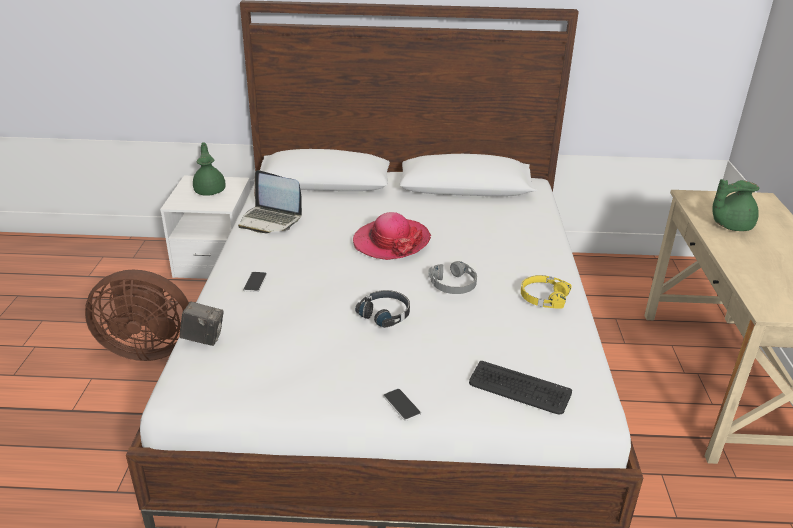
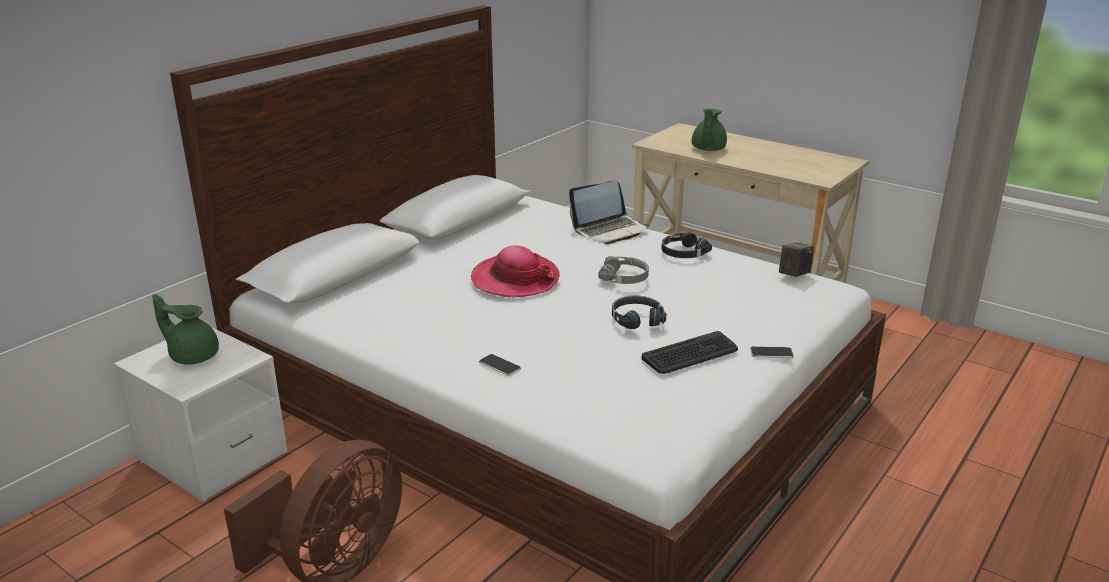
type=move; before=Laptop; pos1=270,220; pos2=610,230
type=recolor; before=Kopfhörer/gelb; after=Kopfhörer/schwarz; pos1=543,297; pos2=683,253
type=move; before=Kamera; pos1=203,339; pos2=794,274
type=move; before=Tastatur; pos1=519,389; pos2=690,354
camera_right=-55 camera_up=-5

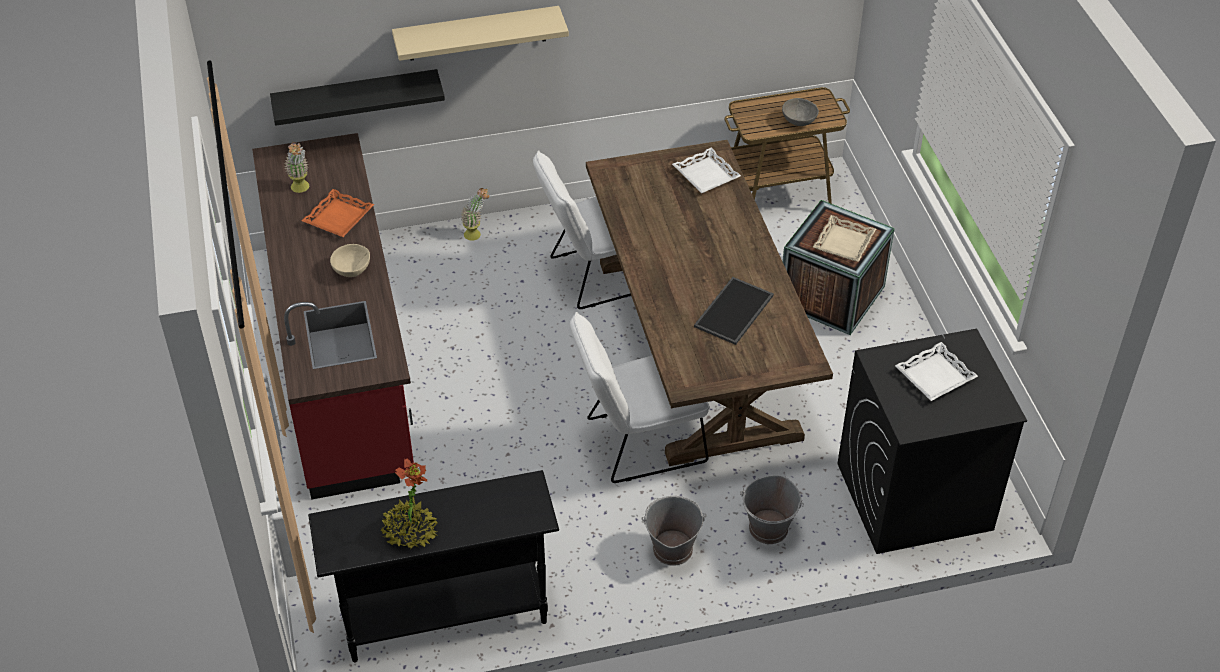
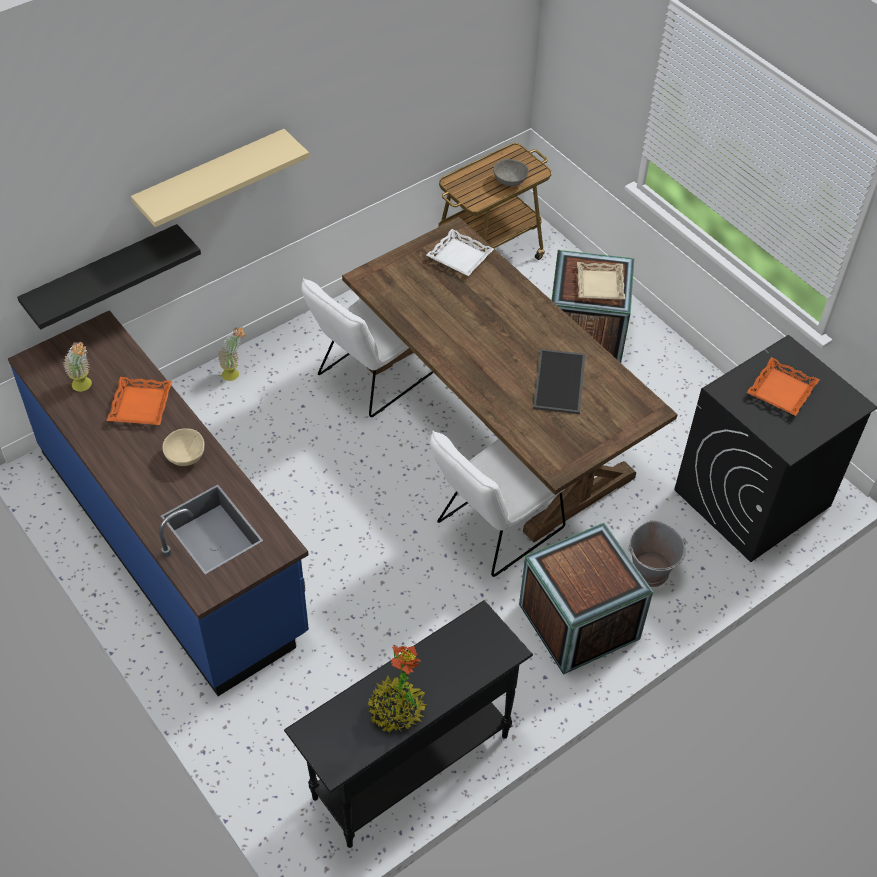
type=recolor; before=Küchenzeile/rot; after=Küchenzeile/blau; pos1=343,358; pos2=171,540
type=recolor; before=Tablett/weiß; after=Tablett/orange; pos1=935,376; pos2=782,391
type=replace; before=Eimer/grau; after=Kiste; pos1=672,549; pos2=579,621
camera_right=-25 camera_up=5

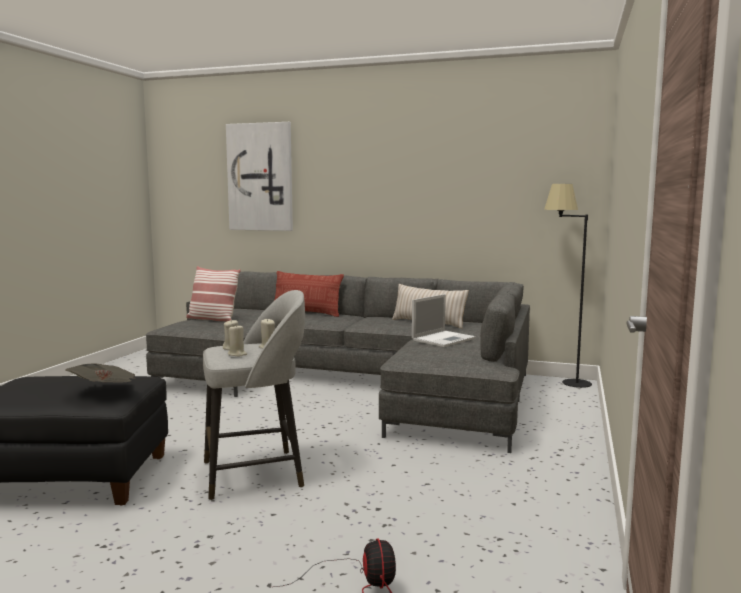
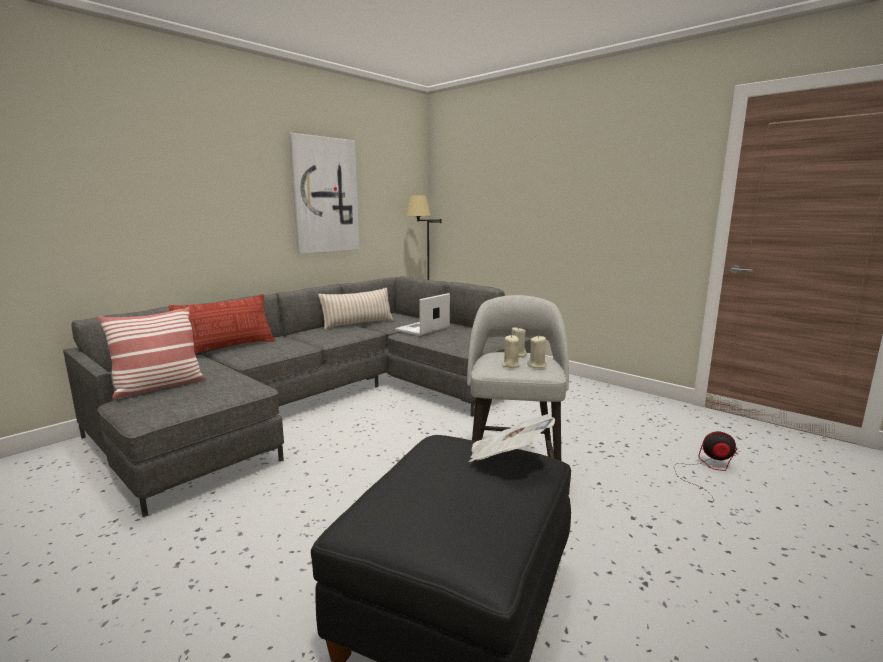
type=move; before=Bild; pos1=260,177; pos2=325,195
type=rotate; before=Laptop; pos1=444,339; pos2=422,329; turn=-120
camera_right=-65 camera_up=5

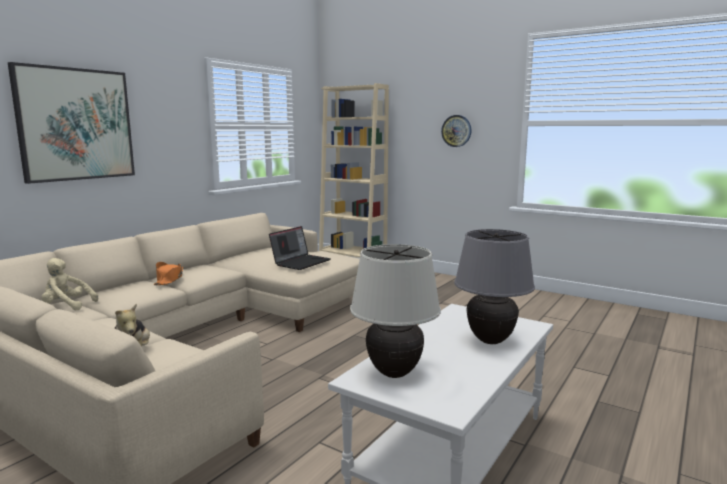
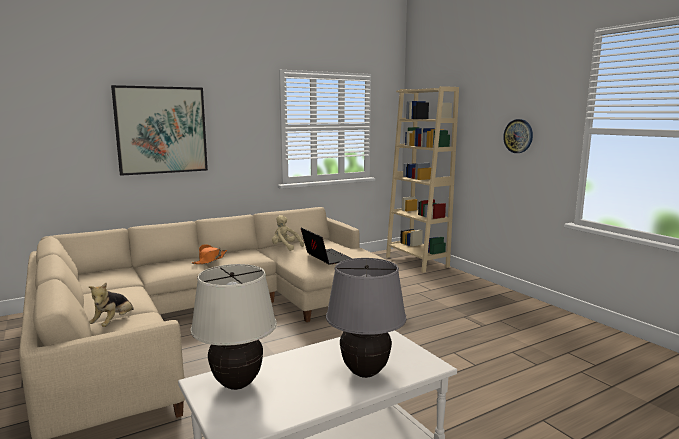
type=rotate; before=Laptop; pos1=301,262; pos2=325,257; turn=-90
type=move; before=Plüschtier/beige; pos1=67,306; pos2=285,247
camera_right=25 camera_up=0

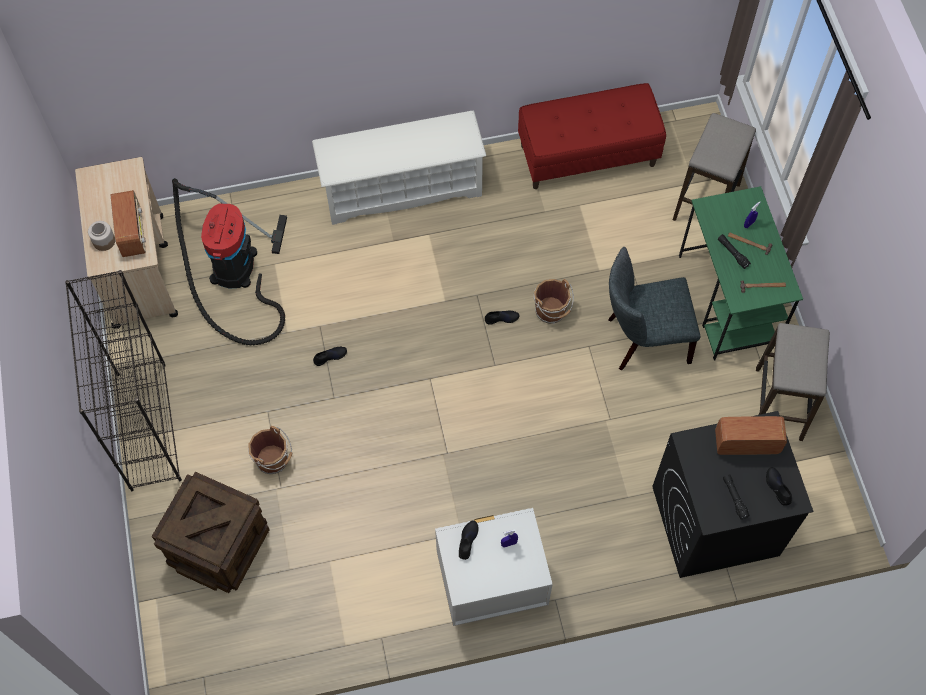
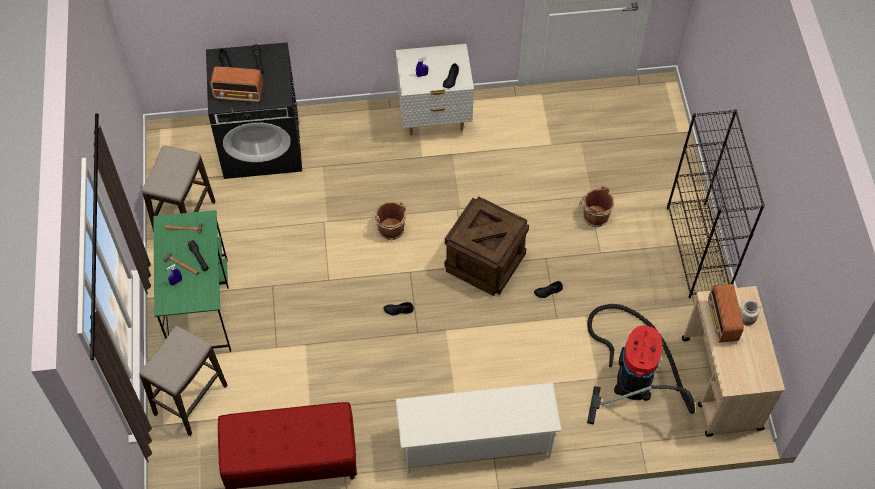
type=delete; before=Stuhl/grau; pos1=643,340
type=move; before=Eimer/braun; pos1=551,311; pos2=390,228
type=move; before=Kiste; pos1=217,545; pos2=485,260
camera_right=-175 camera_up=-5

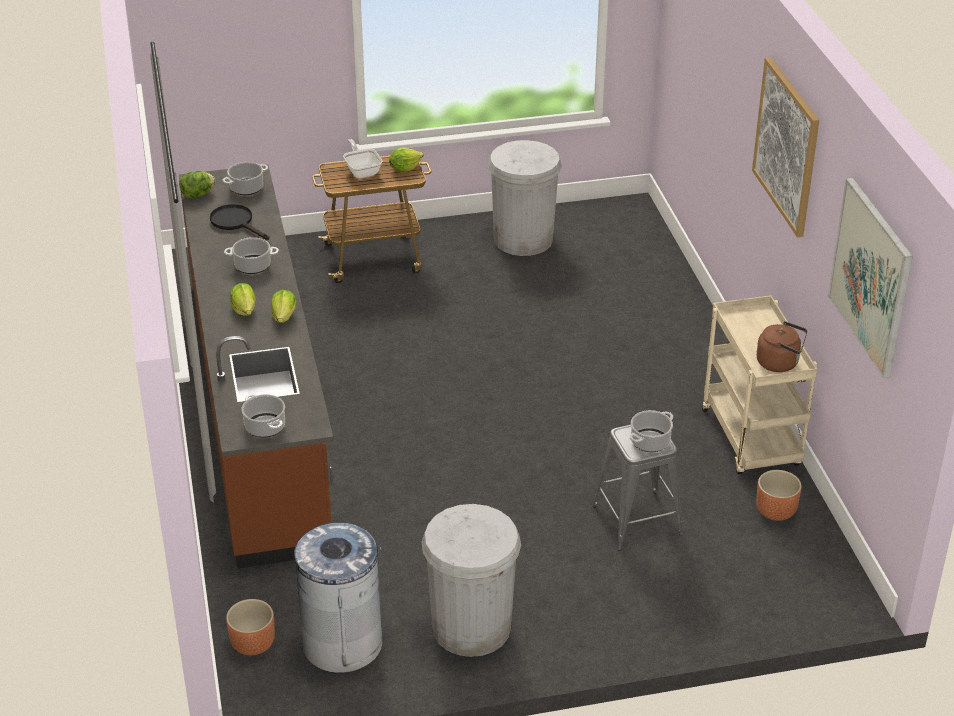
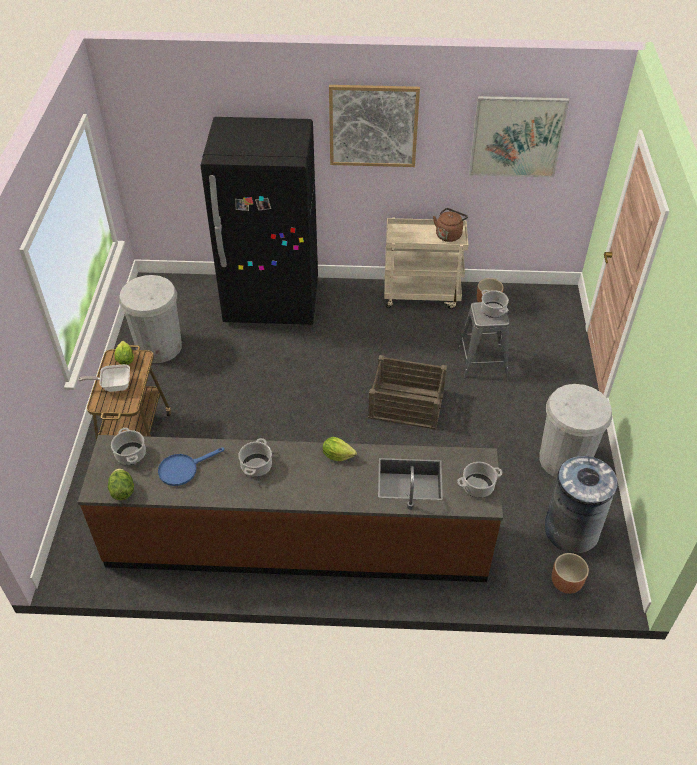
type=recolor; before=Pfanne/schwarz; after=Pfanne/blau; pos1=236,222; pos2=183,469
type=delete; before=Salatkopf; pos1=244,310
type=insert; after=Kühlschrank/schwarz; pos2=272,302
type=insert; after=Kiste; pos2=406,403
camera_right=-75 camera_up=10

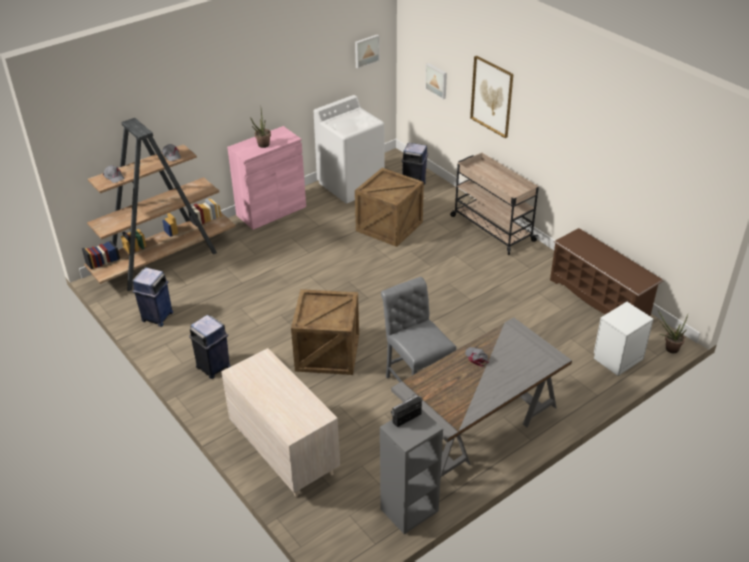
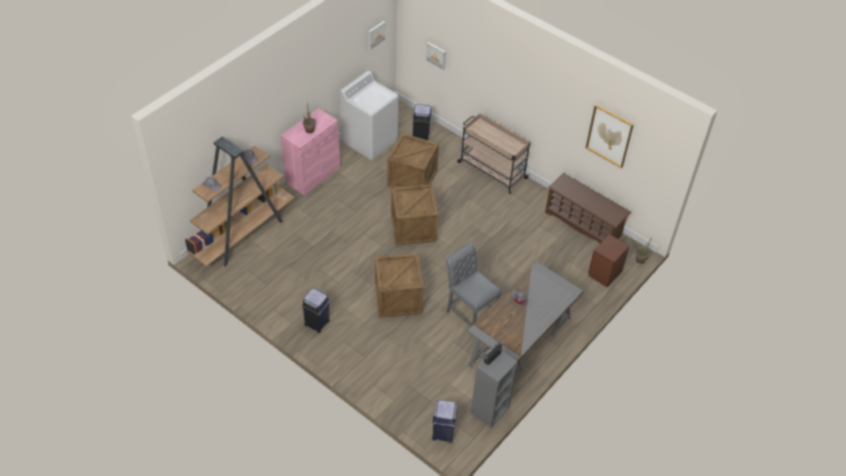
type=move; before=Bild; pos1=492,96; pos2=609,135
type=move; before=Mülleimer/blau; pos1=157,317; pos2=443,433
type=recolor; before=Nachttisch/weiß; after=Nachttisch/braun; pos1=617,358; pos2=604,273
type=delete; before=Kommode/beige; pos1=284,451
type=insert; after=Kiste; pos2=414,227
camera_right=-15 camera_up=10

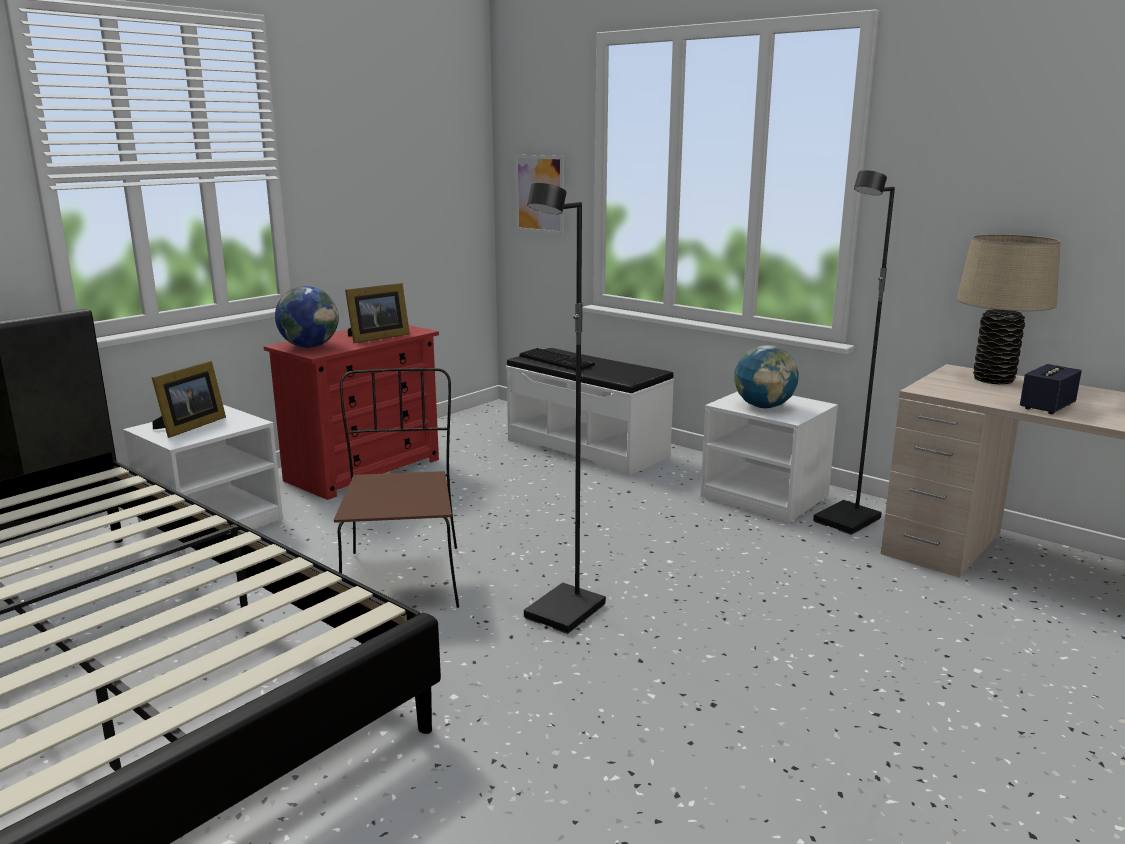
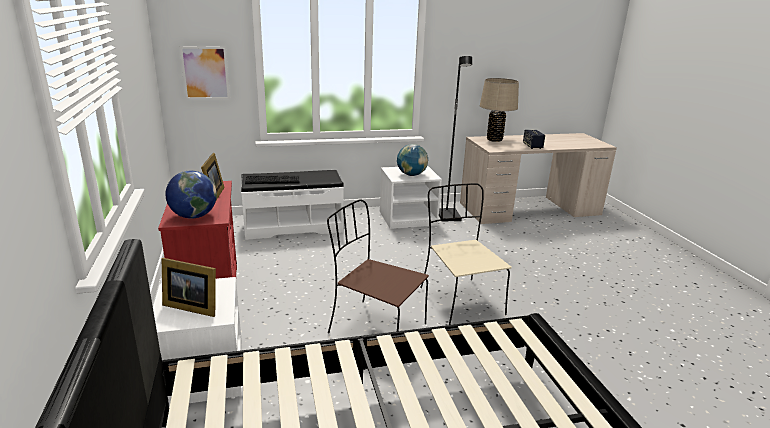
type=replace; before=Stehlampe/schwarz; after=Stuhl/beige; pos1=566,613; pos2=460,300
type=rotate; before=Bilderrahmen; pos1=189,426; pos2=191,306; turn=135
camera_right=-55 camera_up=5

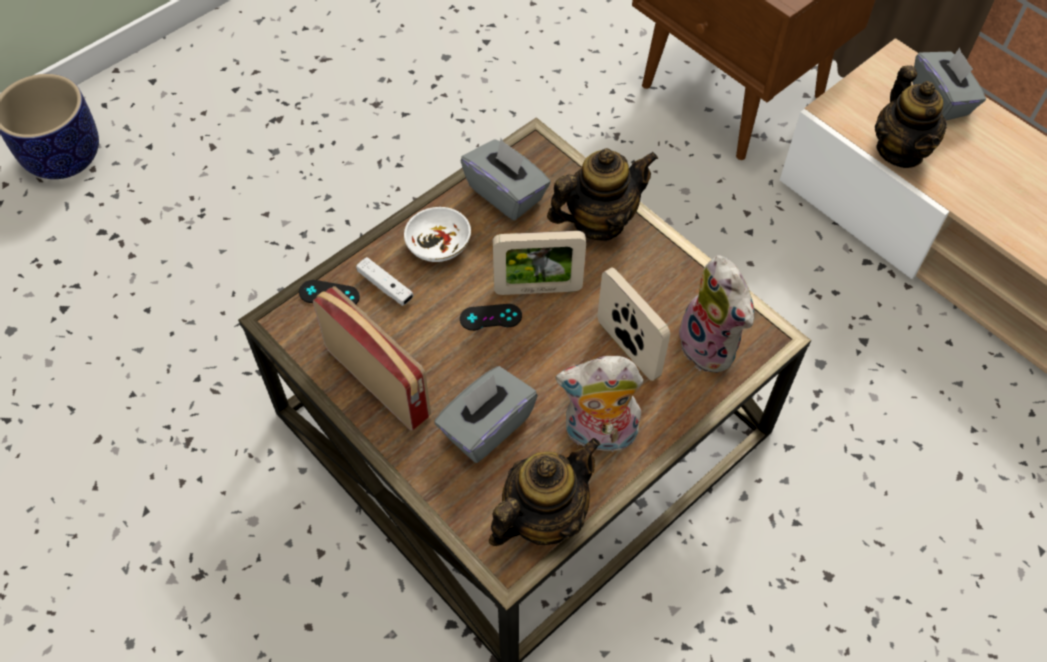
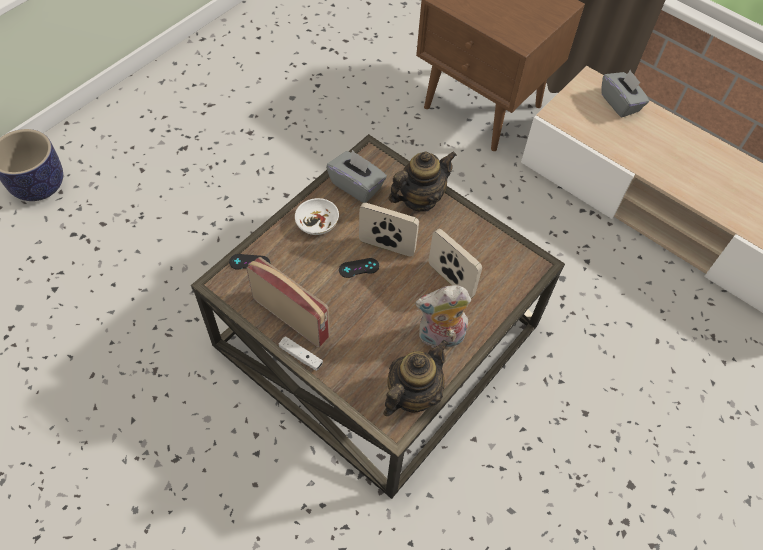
type=delete; before=Teekanne; pos1=900,150
type=rotate; before=Bilderrahmen; pos1=538,289; pos2=386,246; turn=-150
type=delete; before=Plüschtier; pos1=712,346
type=move; before=Gamepad/weiß; pos1=385,286; pos2=301,356
type=delete; before=Taschentuchbox/grau; pos1=486,426
camera_right=-10 camera_up=0

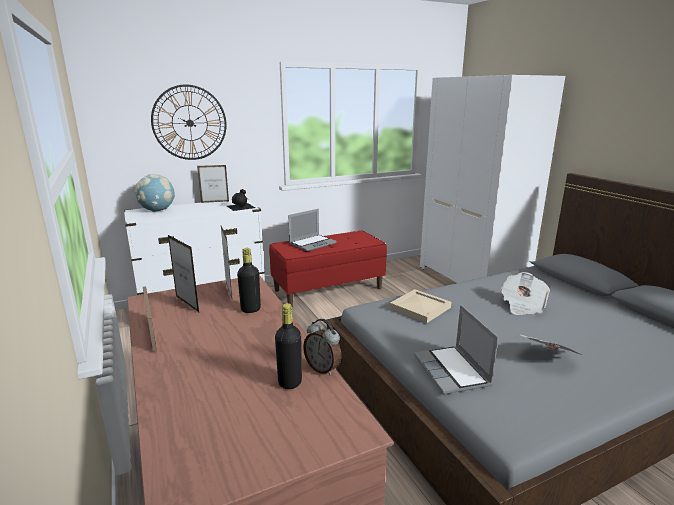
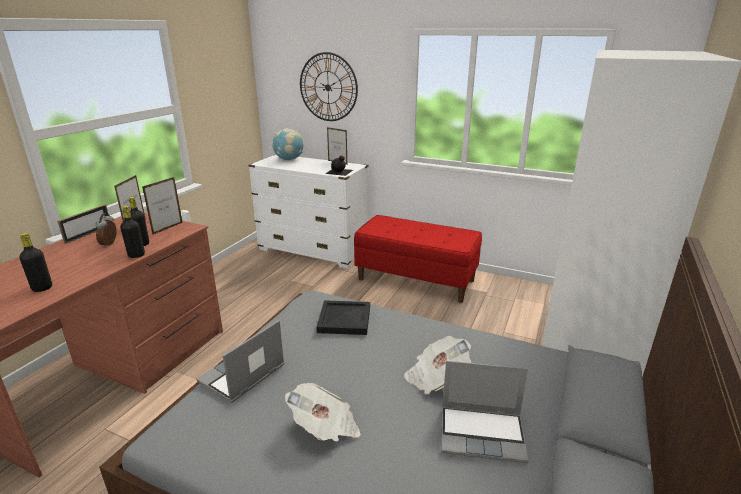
type=move; before=Laptop; pos1=312,243; pos2=483,433
type=recolor; before=Tablett/beige; after=Tablett/schwarz; pos1=420,307; pos2=345,319
type=move; before=Wecker; pos1=323,368; pos2=110,244
type=insert; after=Flasche/schwarz; pos2=136,255
camera_right=50 camera_up=5

